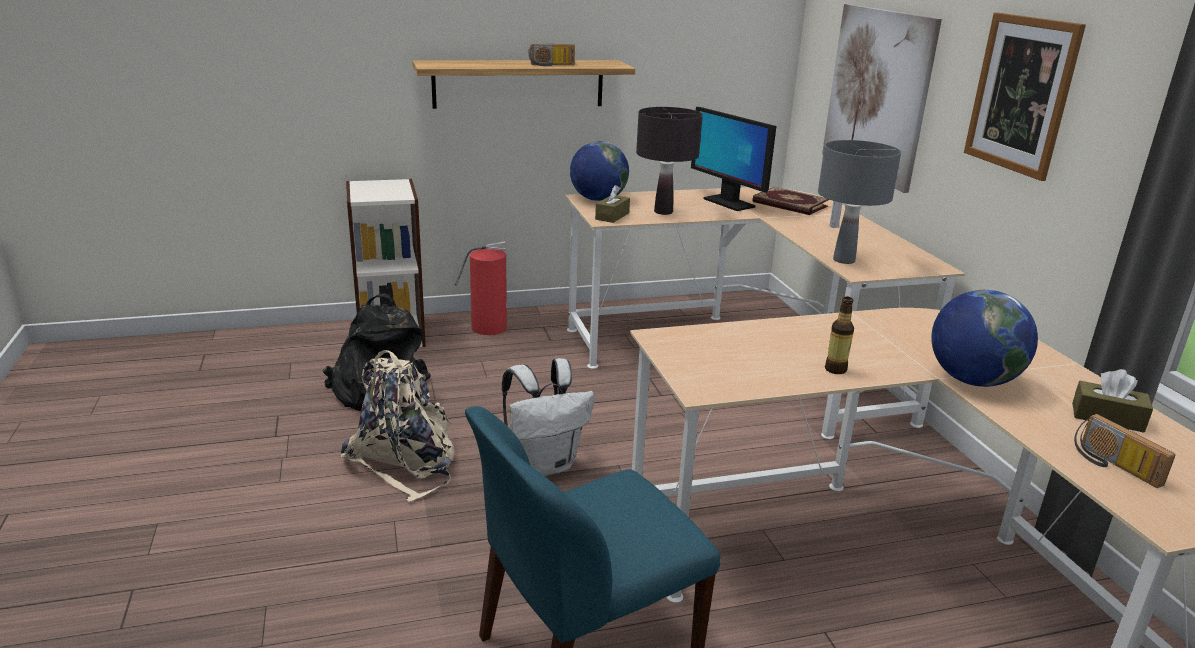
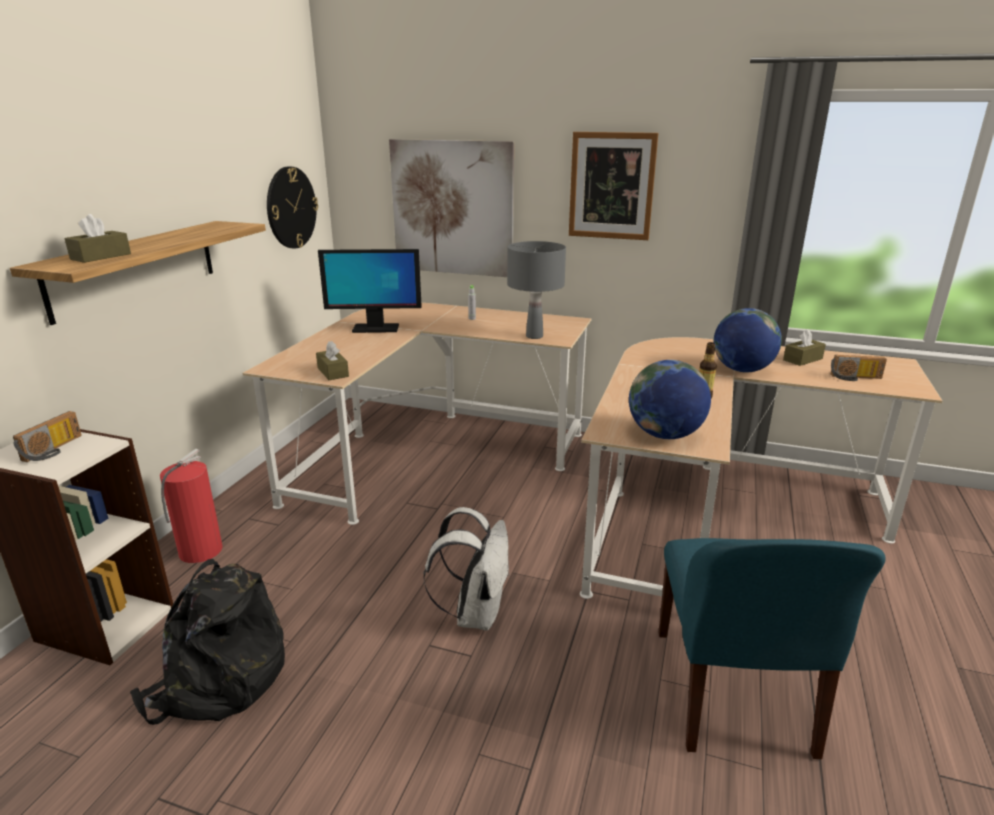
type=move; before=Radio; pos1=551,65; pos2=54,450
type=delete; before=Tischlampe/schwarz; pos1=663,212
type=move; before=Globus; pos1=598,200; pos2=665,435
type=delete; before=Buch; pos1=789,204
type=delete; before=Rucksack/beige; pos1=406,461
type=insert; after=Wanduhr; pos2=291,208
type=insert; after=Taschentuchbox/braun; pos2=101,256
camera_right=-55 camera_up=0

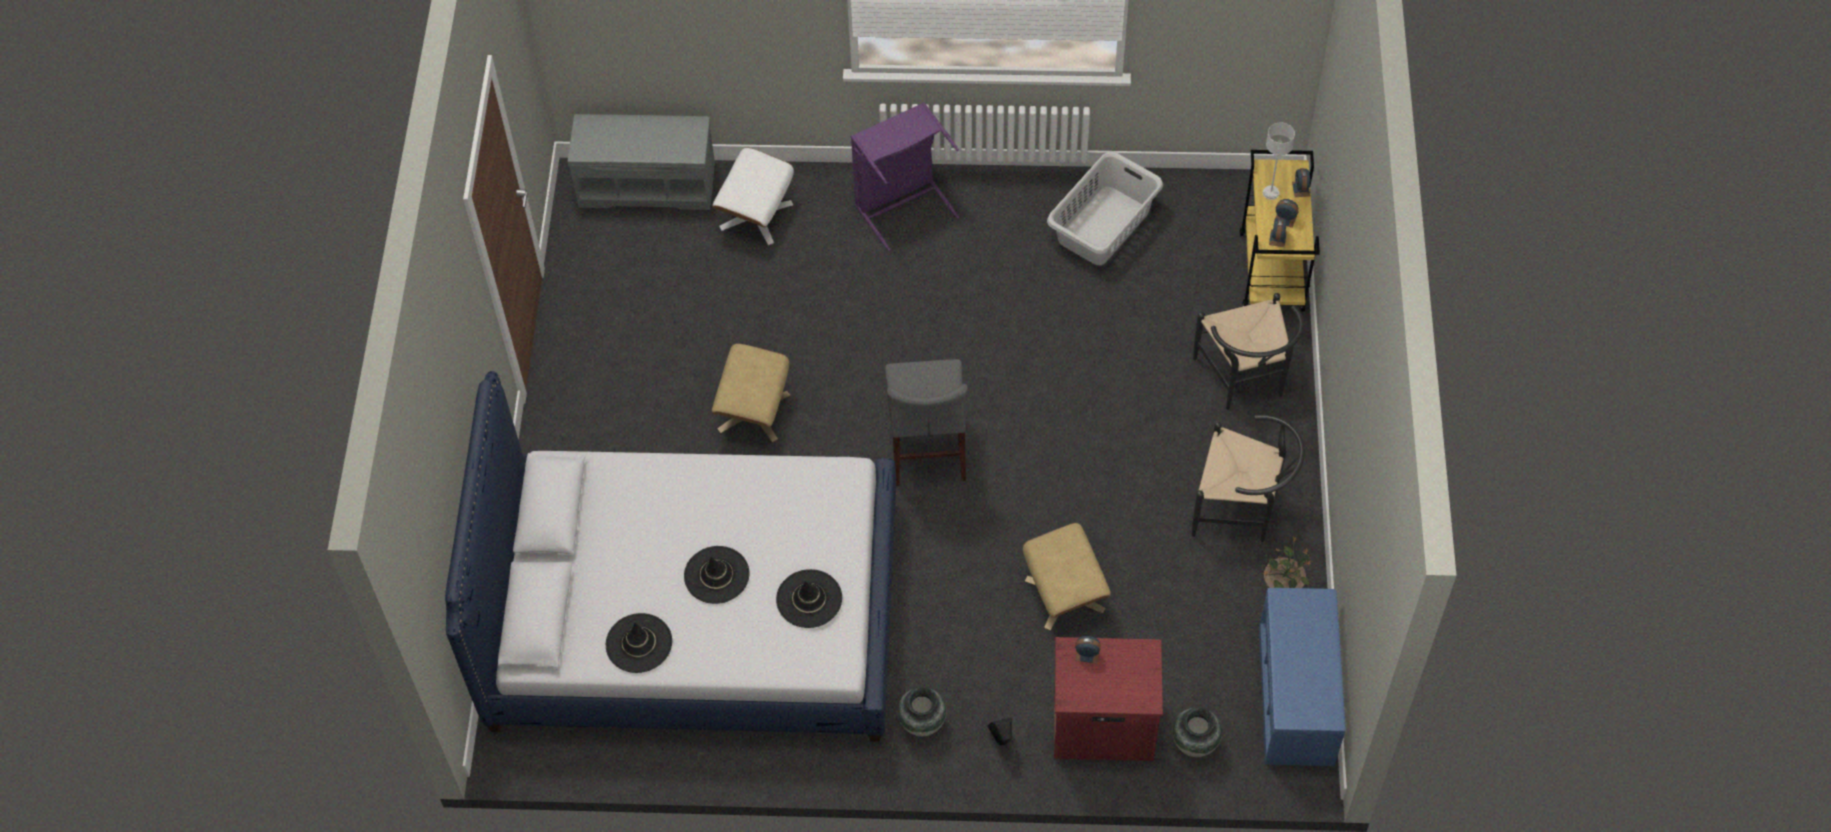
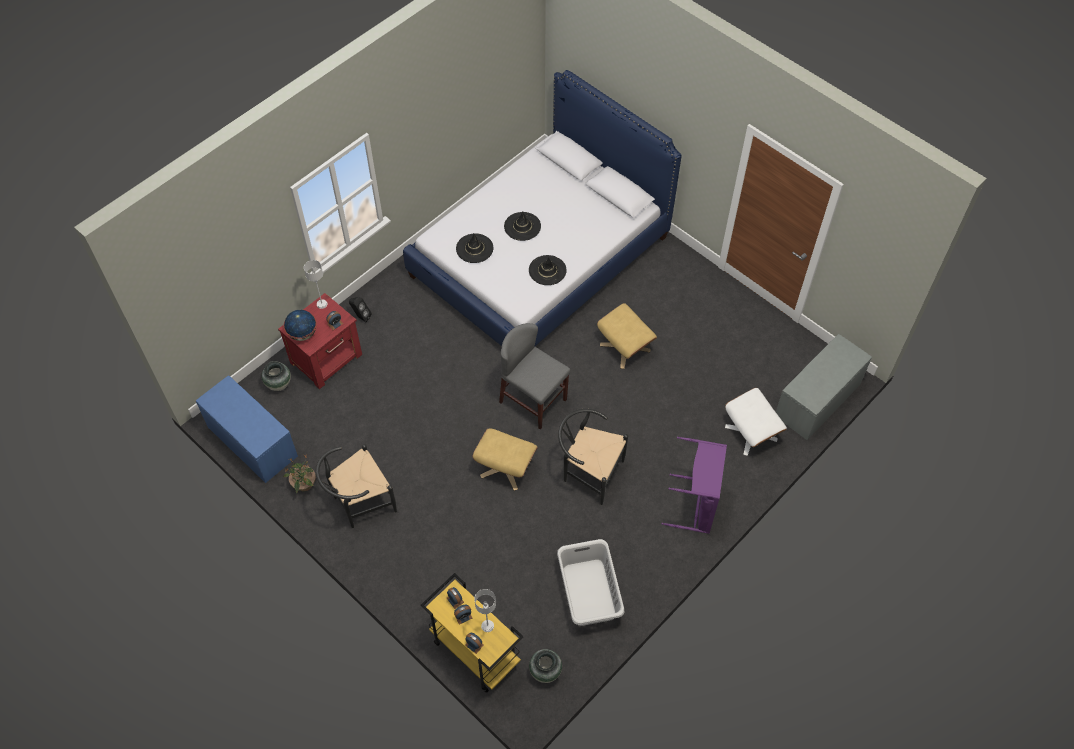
type=move; before=Stuhl/schwarz; pos1=1245,381; pos2=588,472
type=move; before=Polsterhocker/beige; pos1=1065,595; pos2=505,468
type=move; before=Hut/schwarz; pos1=639,643; pos2=547,270
type=move; before=Vase; pos1=922,723; pos2=545,671
type=insert; after=Tischlampe/grau; pos2=321,304
type=insert; after=Globus; pos2=302,334
camera_right=130 camera_up=0

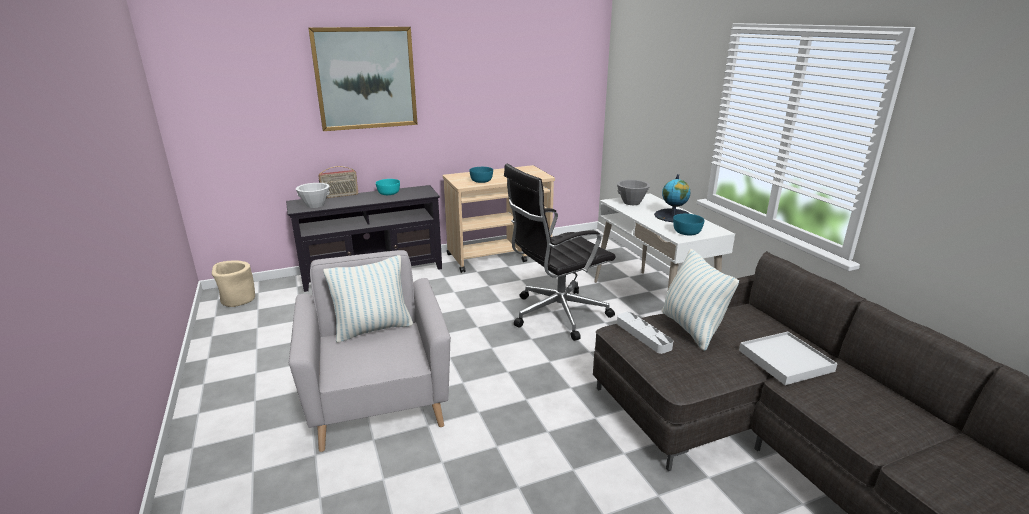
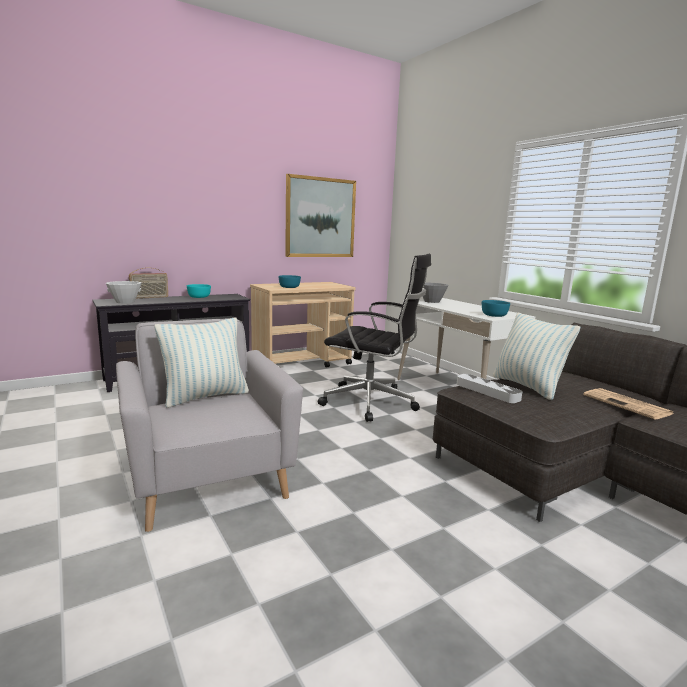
type=move; before=Bild; pos1=365,78; pos2=320,218
type=rotate; before=Bürostuhl/schwarz; pos1=556,314; pos2=372,403; turn=-120
type=delete; before=Globus; pos1=673,216
type=delete; before=Pflanzkübel/beige; pos1=237,300
type=replace; before=Tablett/weiß; after=Zeitung; pos1=785,361; pos2=628,405
camera_right=-10 camera_up=-10

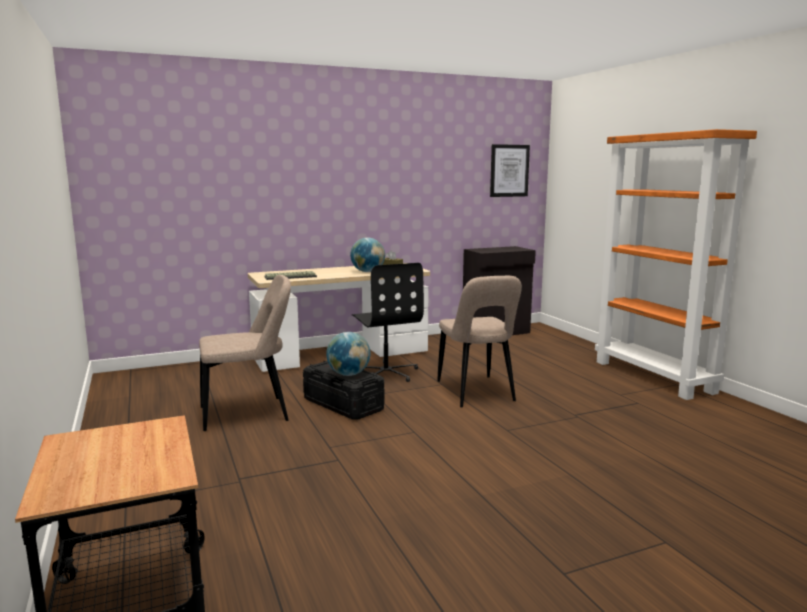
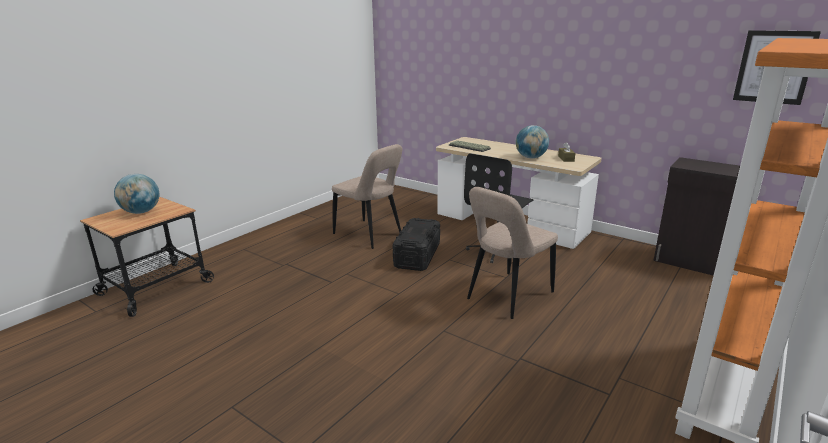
type=move; before=Globus; pos1=348,374; pos2=141,212
camera_right=60 camera_up=10

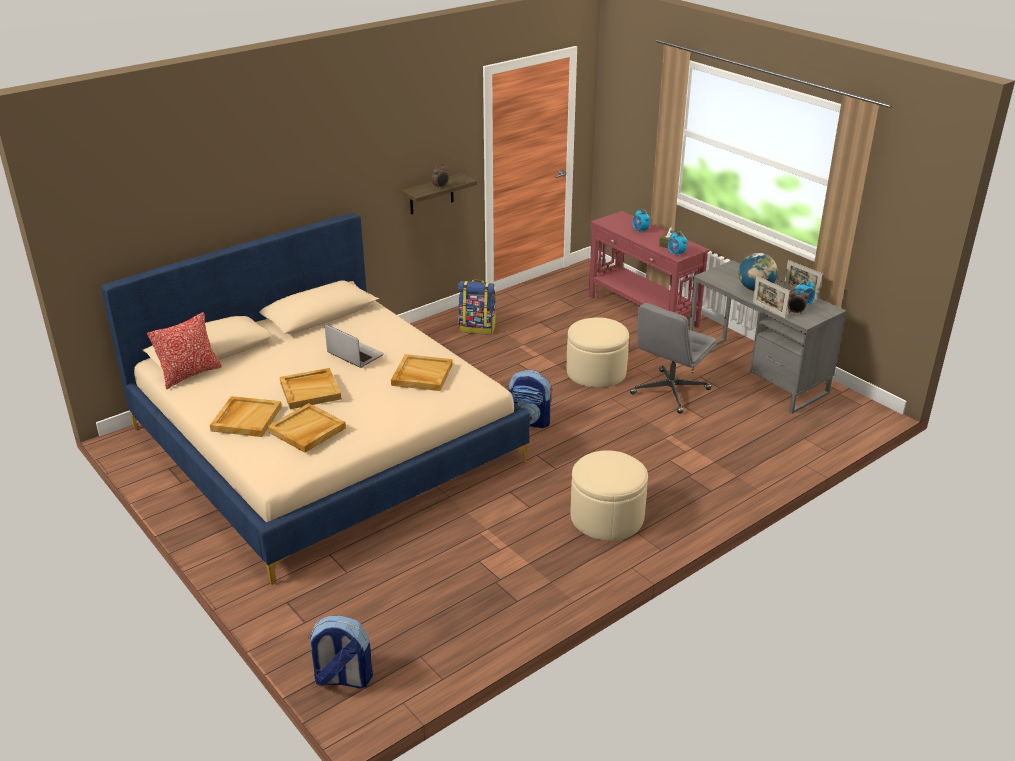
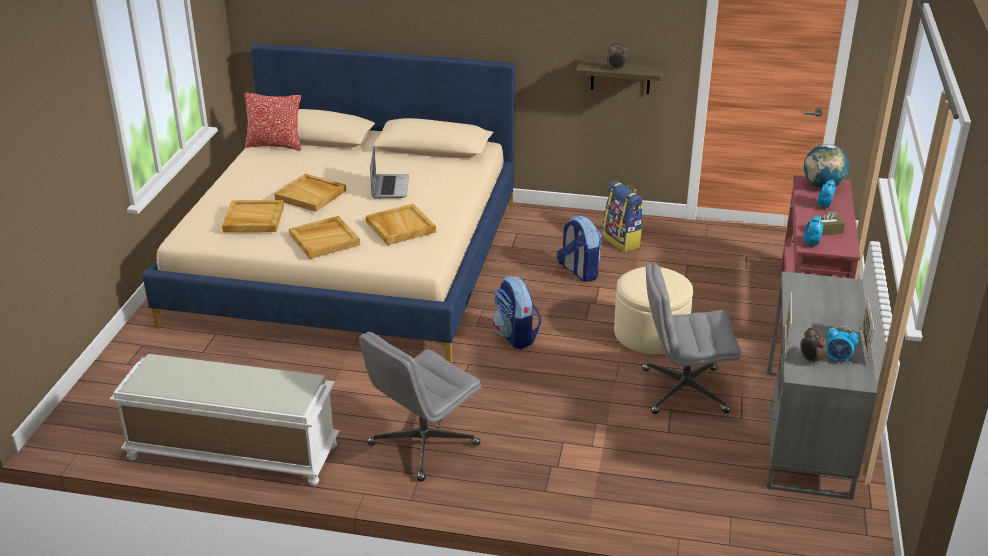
type=move; before=Globus; pos1=755,289; pos2=823,185
type=move; before=Tablett/beige; pos1=246,418; pos2=325,239
type=replace; before=Polsterhocker/beige; after=Bürostuhl/grau; pos1=607,517; pos2=423,445
type=move; before=Rucksack; pos1=342,679; pos2=578,272
type=insert; after=Bank/weiß; pos2=231,452
camera_right=50 camera_up=0

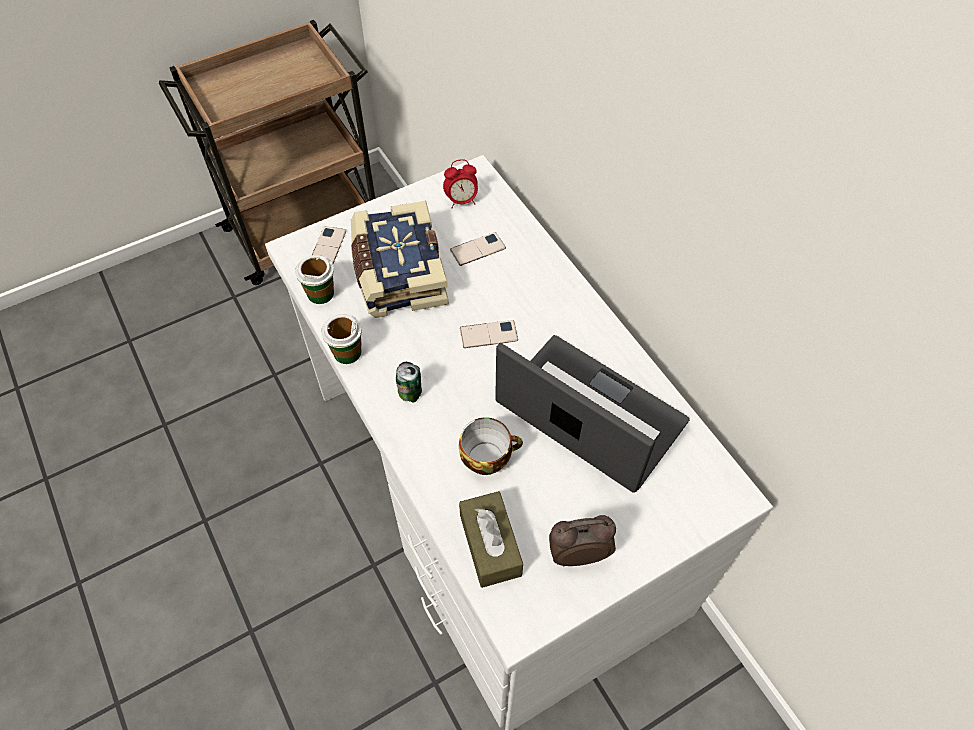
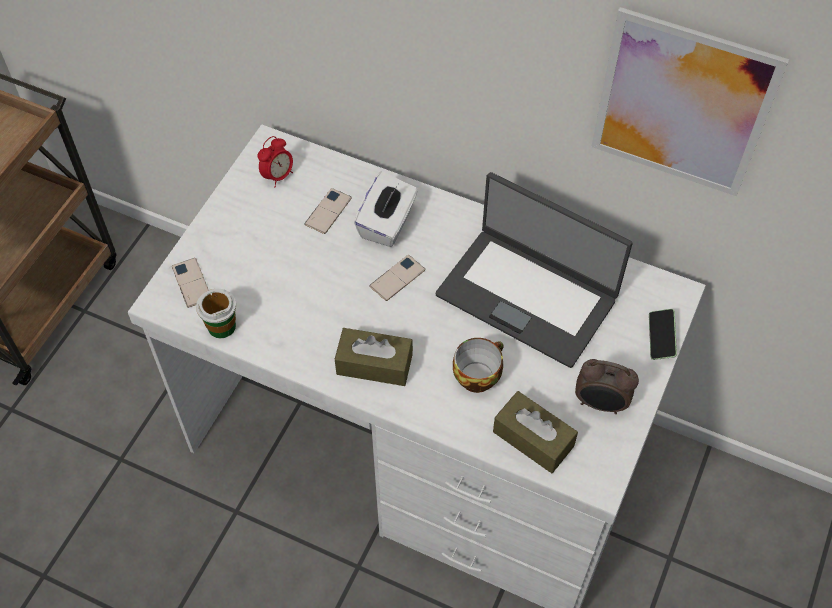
type=delete; before=Buch; pos1=398,273
type=delete; before=Tasse; pos1=347,352
type=rotate; before=Laptop; pos1=589,414; pos2=527,295; turn=-150
type=replace; before=Dose; after=Taschentuchbox/braun; pos1=410,394; pos2=374,364
type=rotate; before=Wecker; pos1=577,554; pos2=600,404; turn=-120
type=insert; after=Bild; pos2=682,105
type=insert; after=Taschentuchbox/weiß; pos2=387,223
type=insert; after=Handy; pos2=661,338
camera_right=-35 camera_up=0

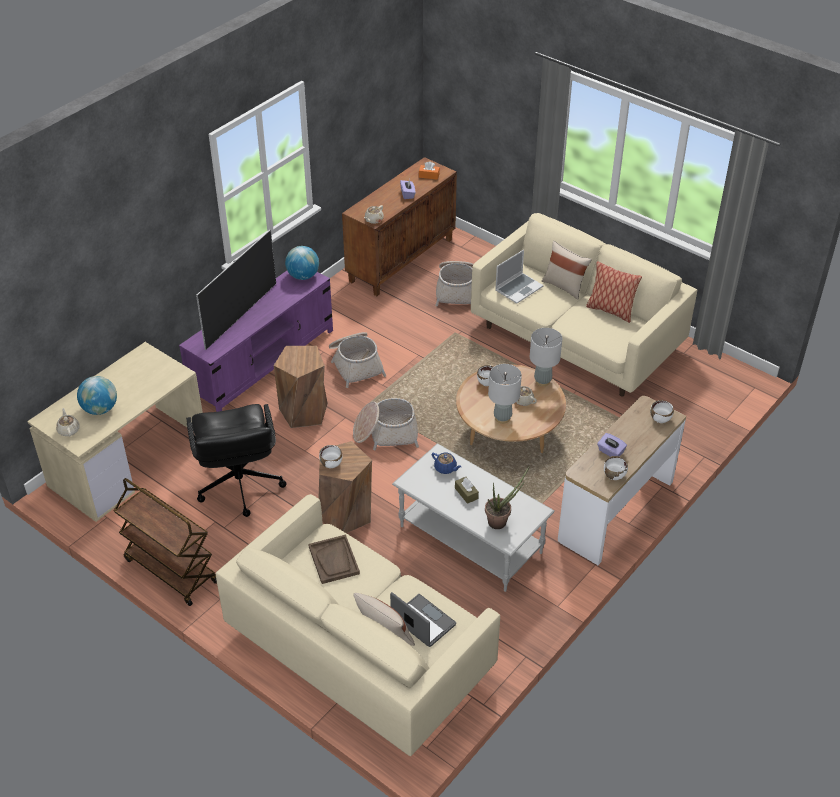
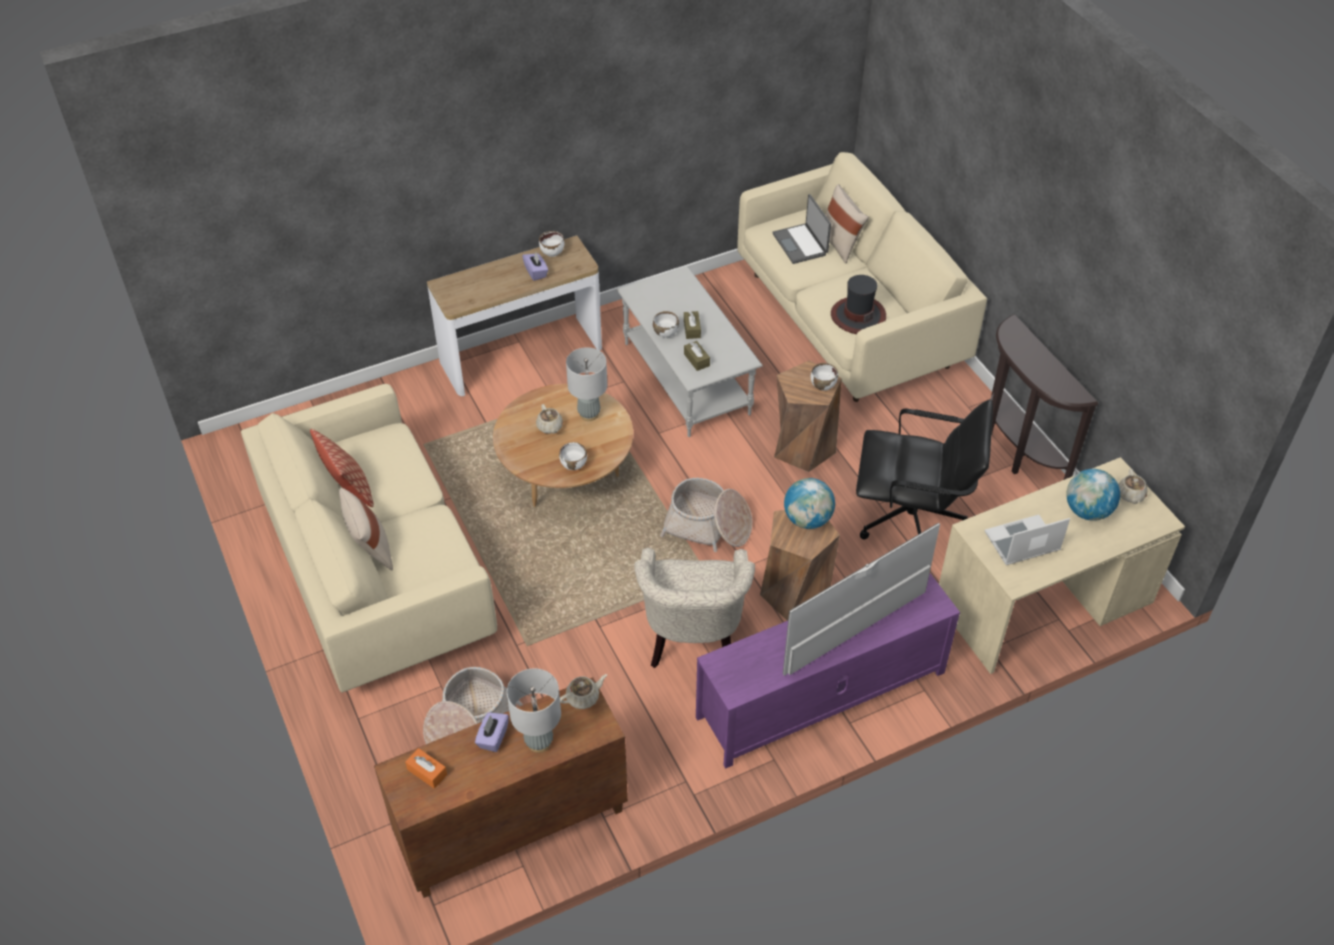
type=move; before=Globus; pos1=303,276; pos2=807,519
type=move; before=Laptop; pos1=518,288; pos2=1021,543
type=move; before=Tischlampe/grau; pos1=542,381; pos2=539,742
type=replace; before=Korb; after=Sessel/beige; pos1=355,364; pos2=693,643
type=move; before=Schüssel/weiß; pos1=660,418; pos2=665,332
type=rotate; before=Bürostuhl/schwarz; pos1=239,485; pos2=912,521; turn=90
type=replace; before=Teekanne/blau; after=Taschentuchbox/braun; pos1=445,468; pos2=696,360
type=delete; before=Topfpflanze; pos1=501,521
type=replace; before=Rollwagen/braun; after=Konsolentisch/braun; pos1=170,570; pos2=1015,451
type=replace; before=Tablett/braun; after=Hut; pos1=334,560; pos2=857,316
camera_right=-155 camera_up=5

